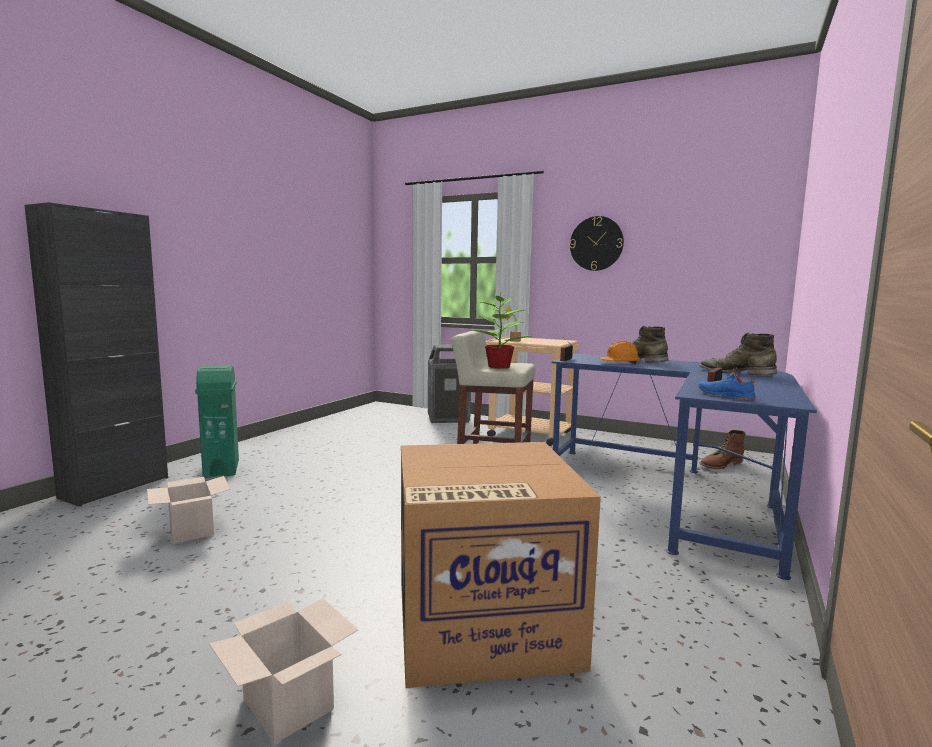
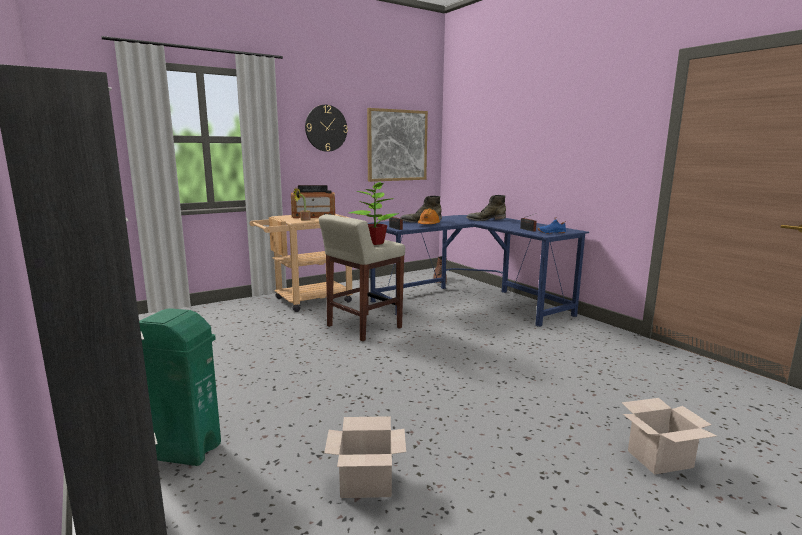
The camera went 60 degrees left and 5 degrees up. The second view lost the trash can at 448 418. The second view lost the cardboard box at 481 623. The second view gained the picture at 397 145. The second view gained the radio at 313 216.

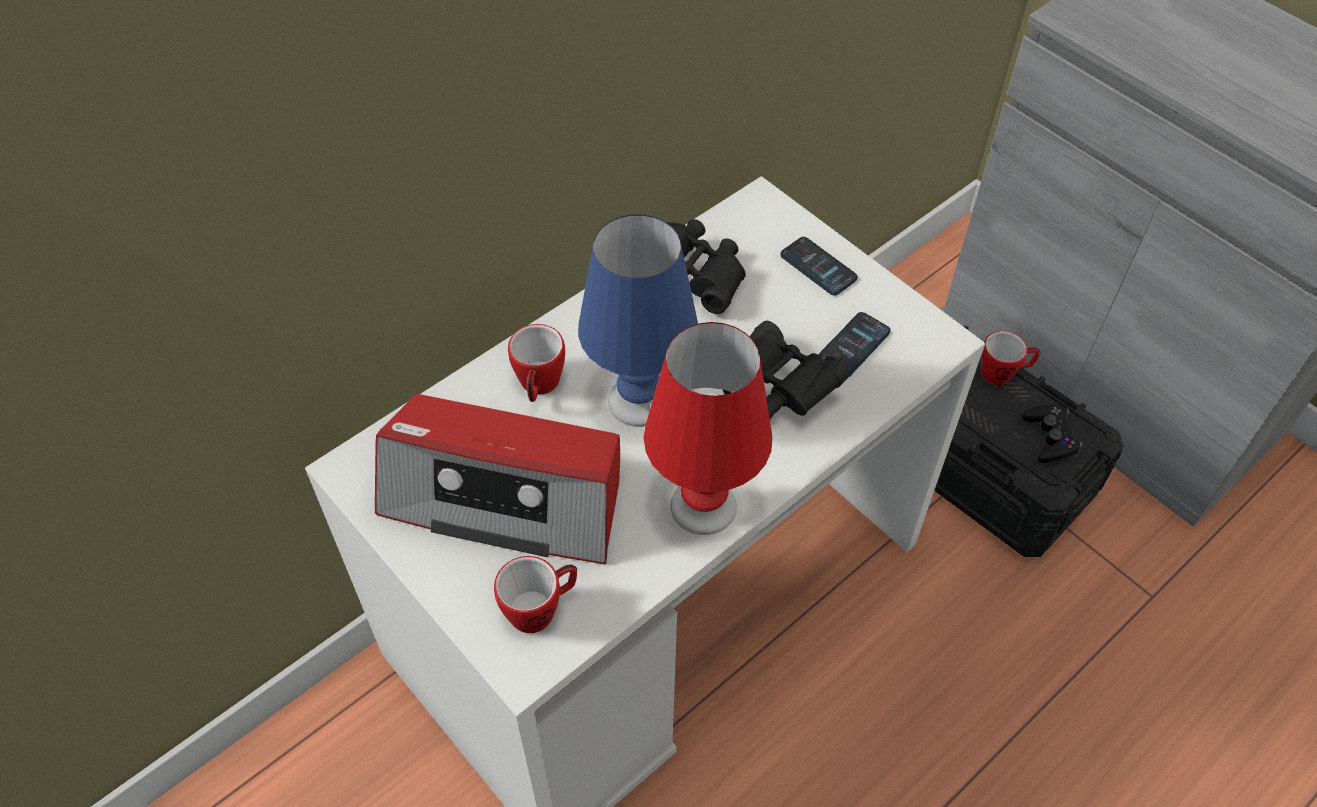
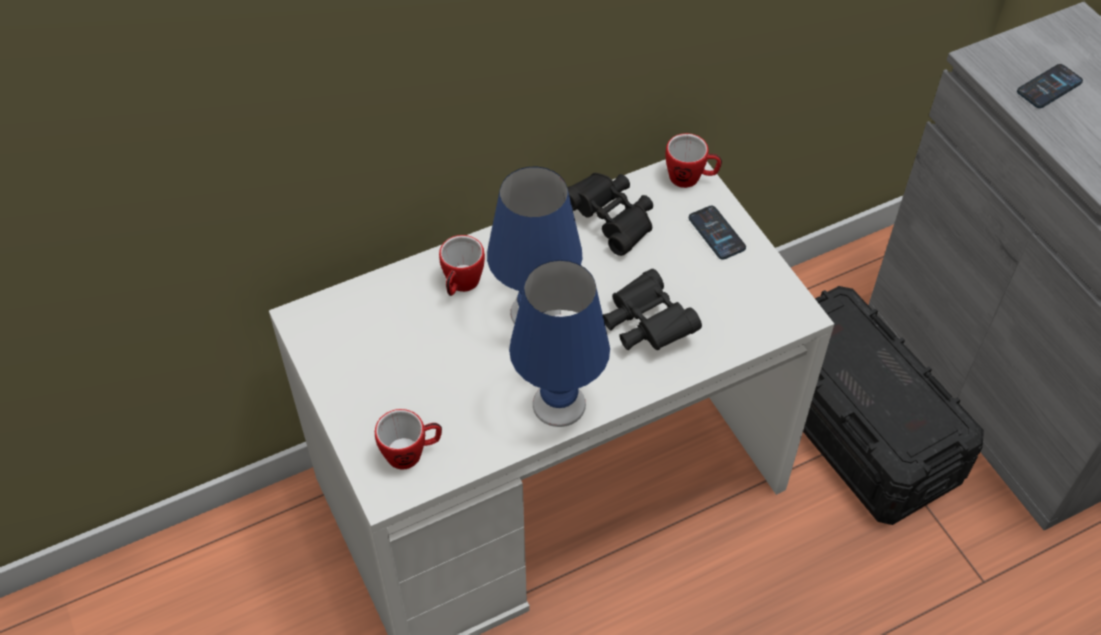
The camera went 15 degrees right and 0 degrees up. The phone ended up elsewhere, having gone from 853 346 to 1049 87. What was the table lamp/red at 703 507 turned into the table lamp/blue at 558 404. The mug ended up elsewhere, having gone from 1003 373 to 691 178. The second view lost the radio at 506 496. The second view lost the game controller/black at 1050 437.

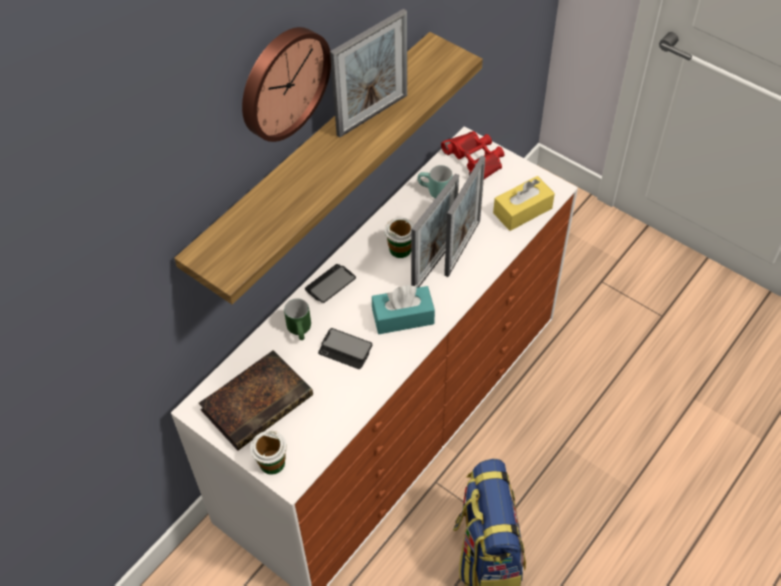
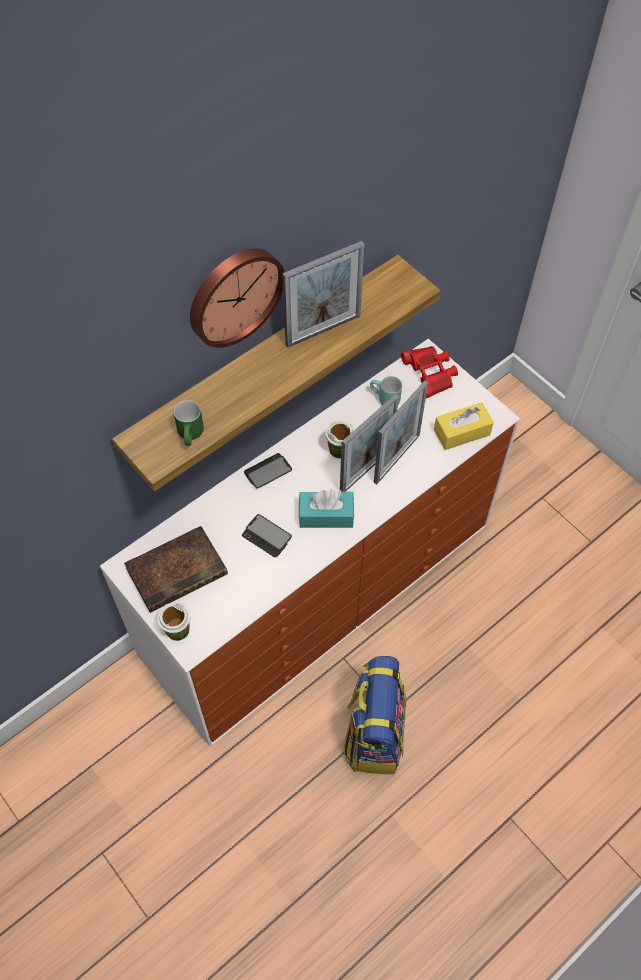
The camera went 10 degrees right and 5 degrees up. The mug/green ended up elsewhere, having gone from 301 330 to 192 436.

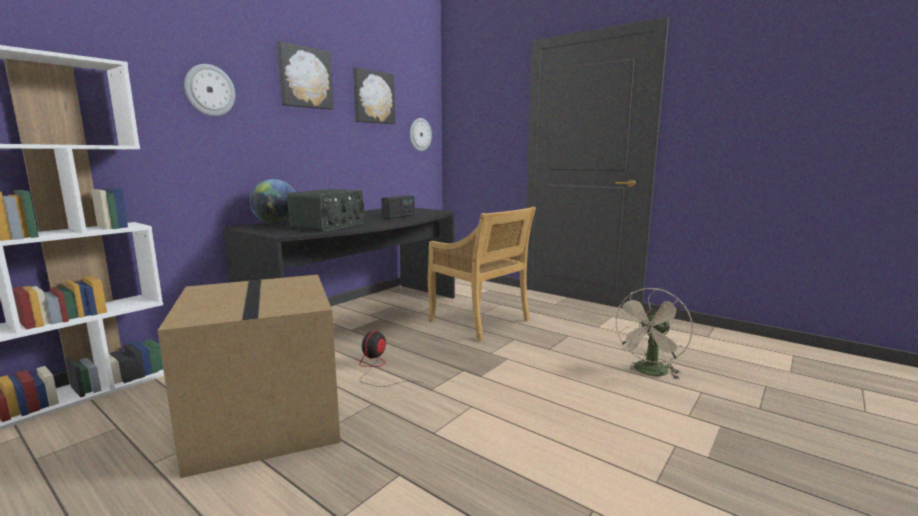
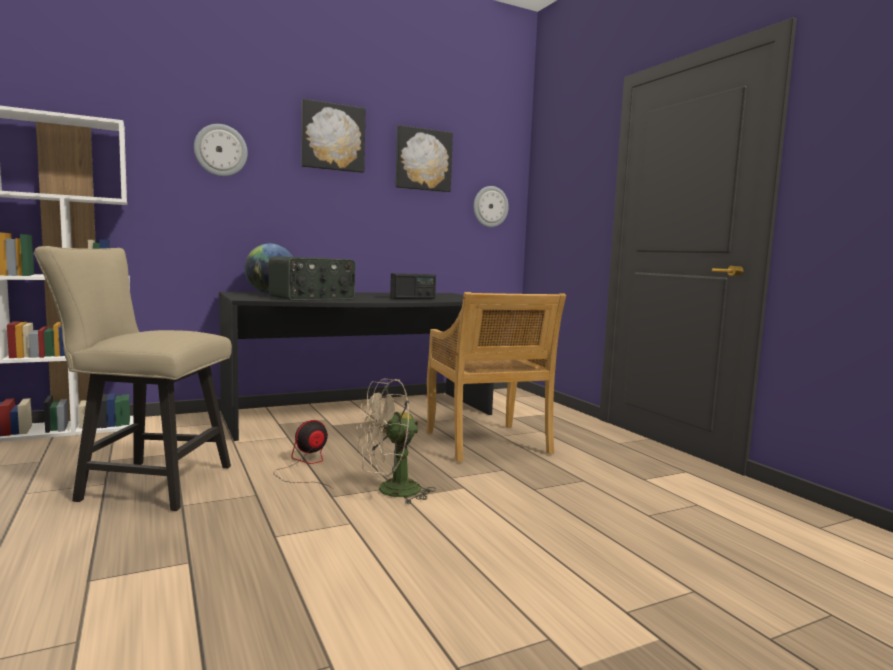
The camera went 25 degrees right and 5 degrees down. Where the cardboard box stood at 263 420, the chair/beige came to stand at 146 483. The fan/beige ended up elsewhere, having gone from 649 372 to 390 492.

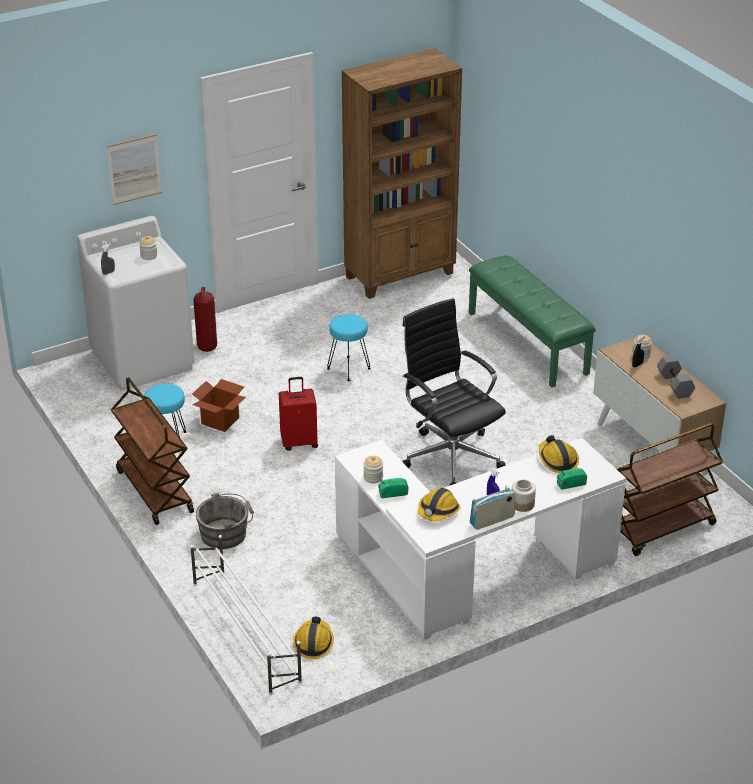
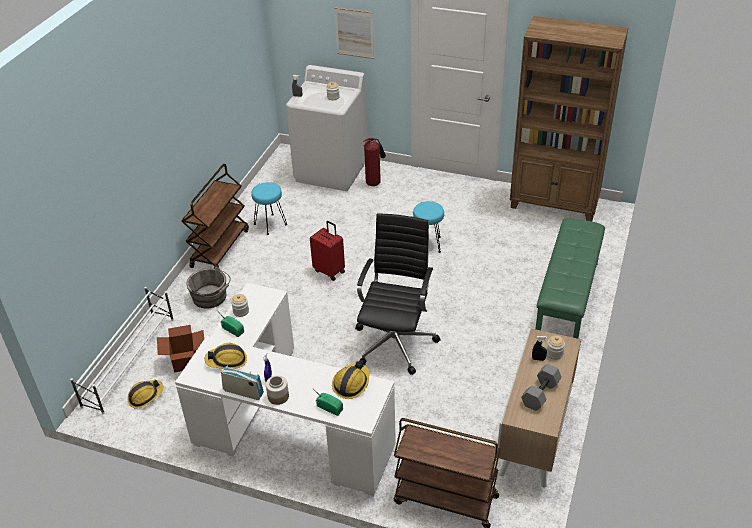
The camera went 50 degrees right and 5 degrees up. The cardboard box ended up elsewhere, having gone from 220 421 to 185 361.

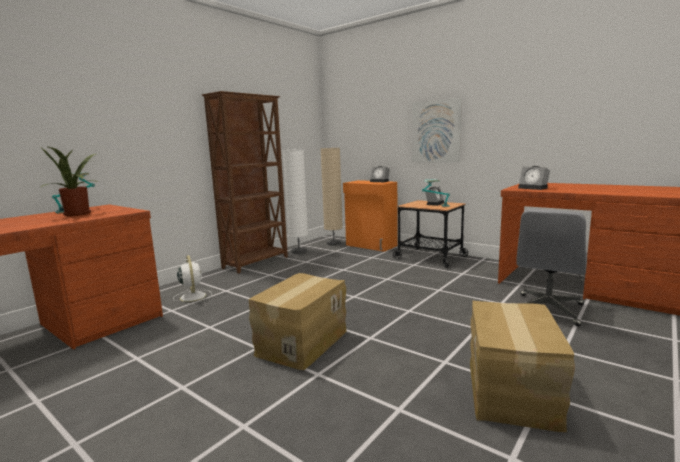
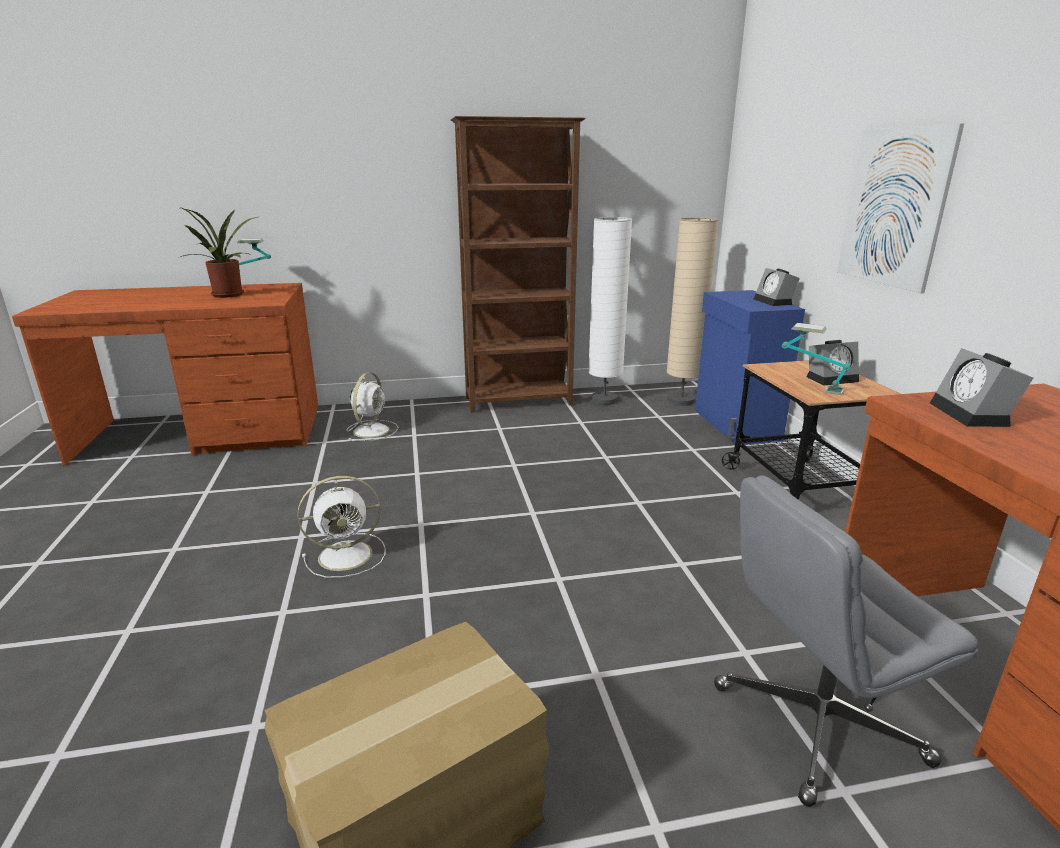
The camera went 40 degrees right and 10 degrees up. What was the cabinet/orange at 371 245 turned into the cabinet/blue at 735 425. Where the cardboard box stood at 301 342, the fan/white came to stand at 348 555.

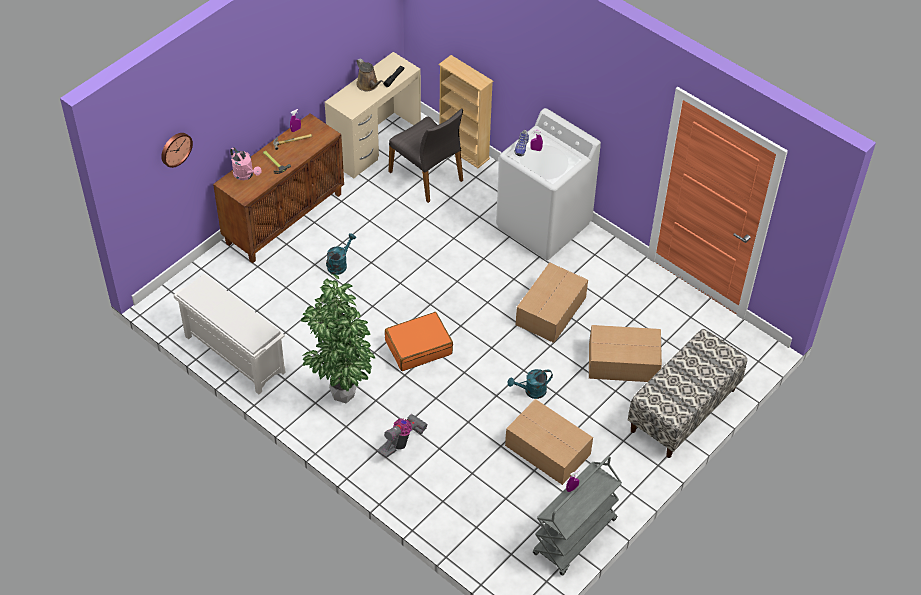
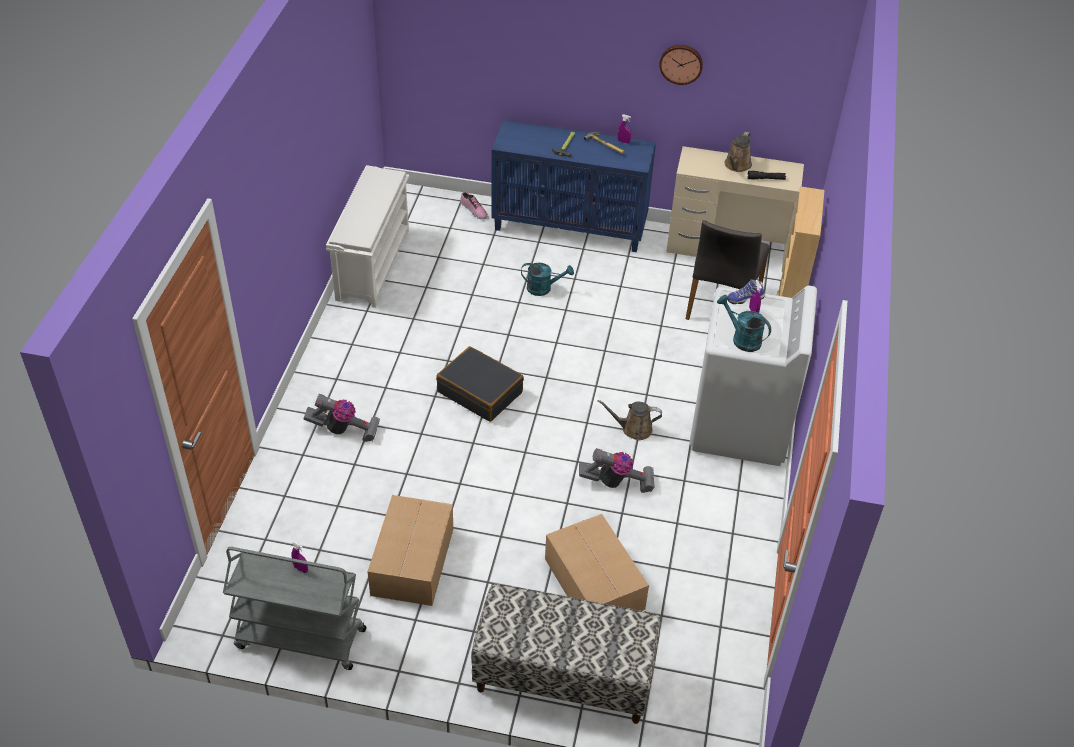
The camera went 60 degrees right and 5 degrees down. What was the cabinet/brown at 284 218 turned into the cabinet/blue at 570 227. The wall clock ended up elsewhere, having gone from 175 149 to 681 63. The second view lost the watering can/pink at 246 175. Where the cardboard box stood at 550 311, the vacuum cleaner came to stand at 617 482. The second view lost the potted plant at 340 395. What was the suitcase/orange at 418 347 turned into the suitcase/black at 480 392. The watering can/turquoise ended up elsewhere, having gone from 531 391 to 742 339. The second view gained the shoe at 473 210. The second view gained the watering can/brown at 633 429.

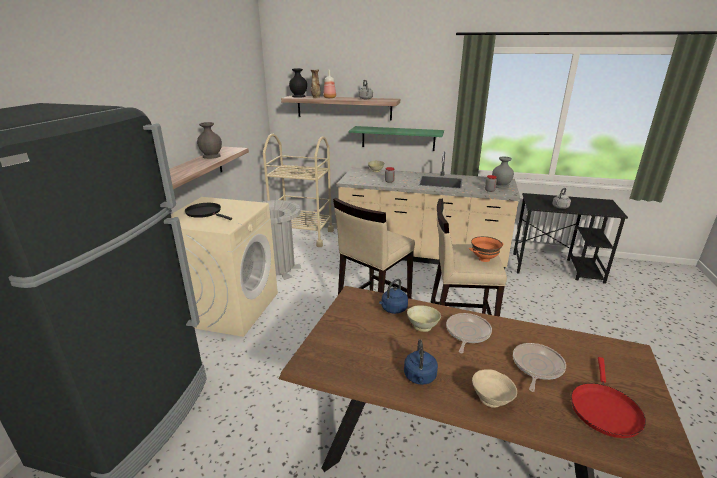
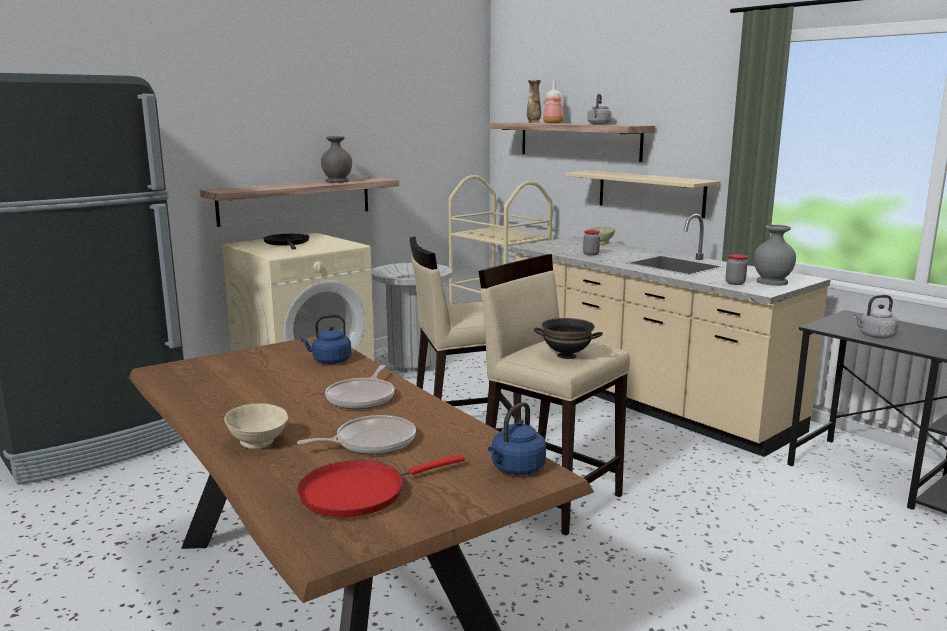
The camera went 35 degrees right and 10 degrees down. The second view lost the vase/black at 299 96. What was the shelf/green at 398 138 turned into the shelf/beige at 650 193. What was the bowl/orange at 484 259 turned into the bowl/black at 566 356. The second view lost the bowl/beige at 423 326. The frying pan at 467 333 ended up facing another way, 135 degrees clockwise from before. The kettle/blue ended up elsewhere, having gone from 420 377 to 516 469.

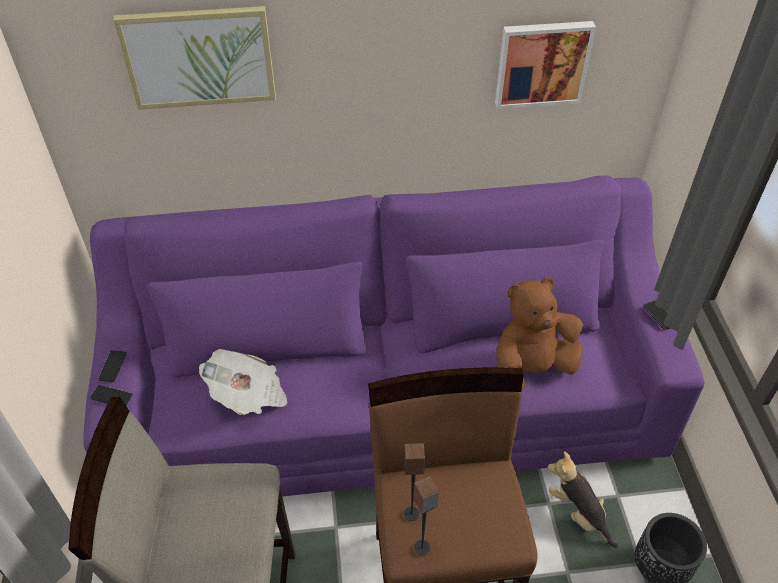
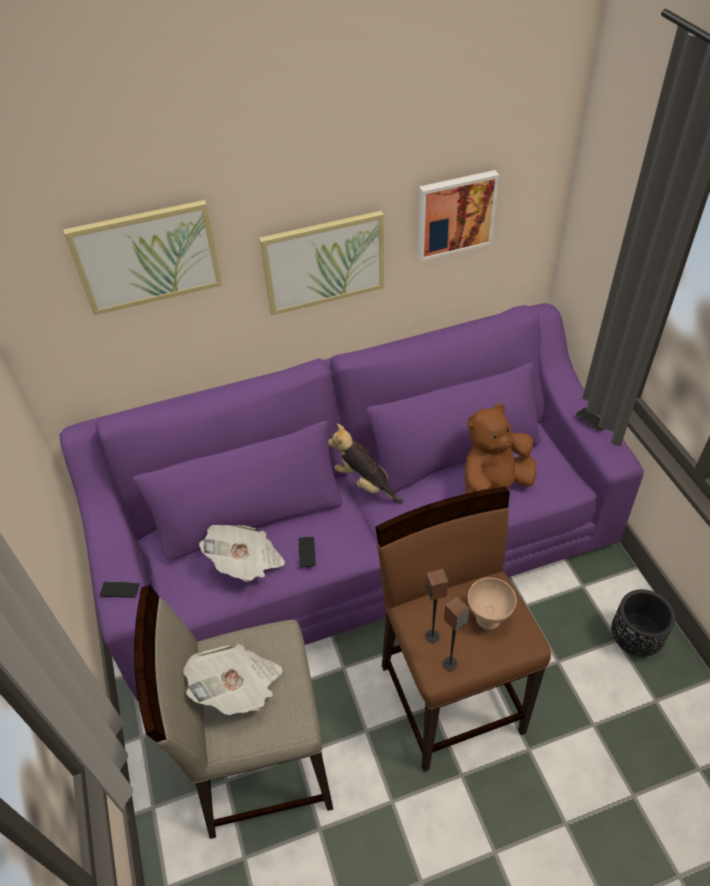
The camera went 10 degrees left and 0 degrees up. The phone ended up elsewhere, having gone from 112 366 to 306 552. The plush toy ended up elsewhere, having gone from 578 513 to 365 483. The second view gained the picture at 324 262. The second view gained the bowl/beige at 489 619. The second view gained the newspaper at 238 688.

